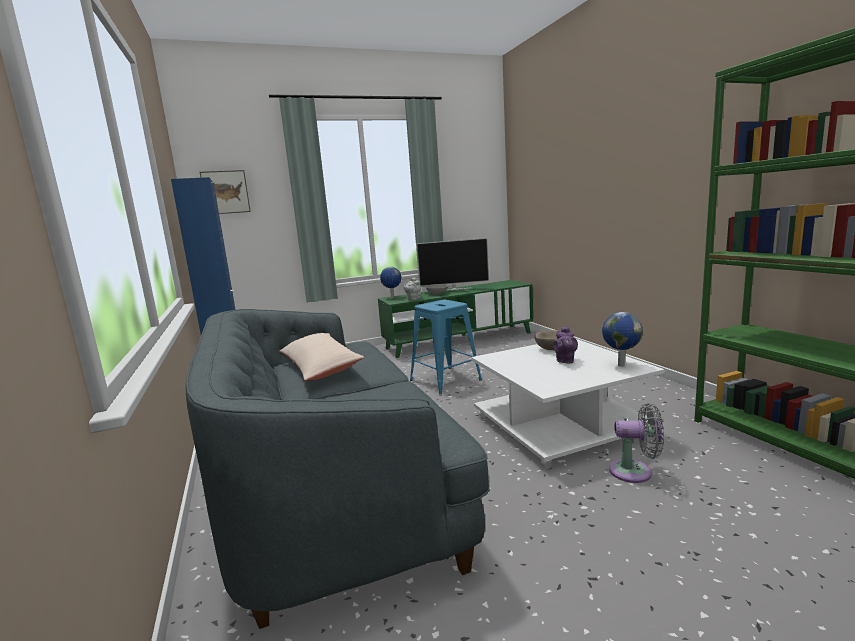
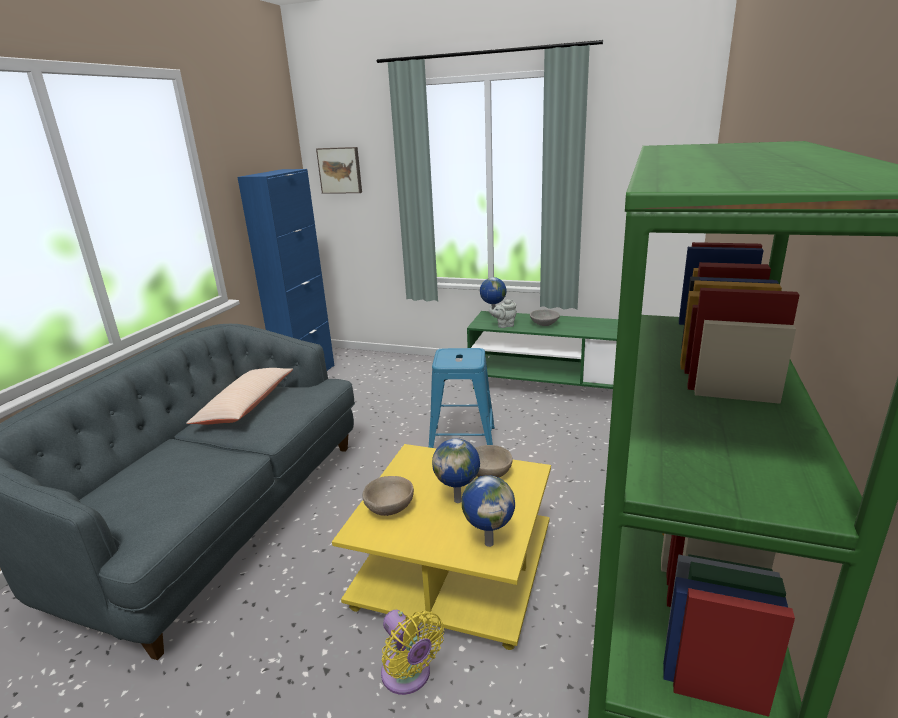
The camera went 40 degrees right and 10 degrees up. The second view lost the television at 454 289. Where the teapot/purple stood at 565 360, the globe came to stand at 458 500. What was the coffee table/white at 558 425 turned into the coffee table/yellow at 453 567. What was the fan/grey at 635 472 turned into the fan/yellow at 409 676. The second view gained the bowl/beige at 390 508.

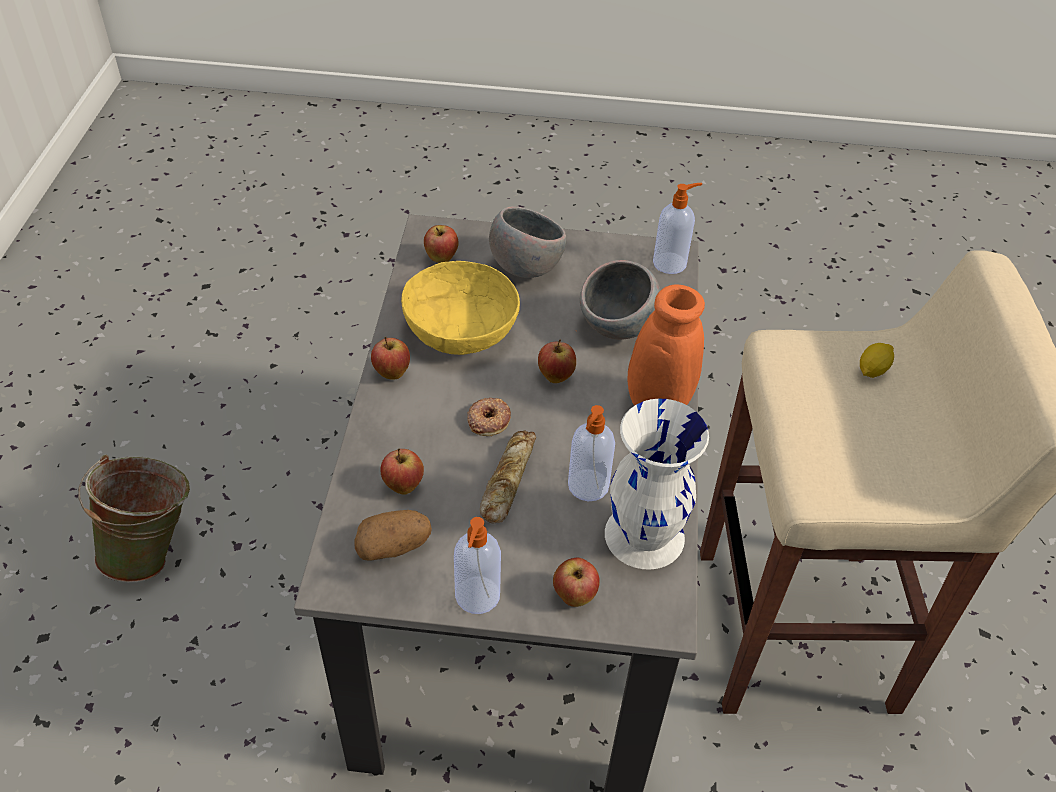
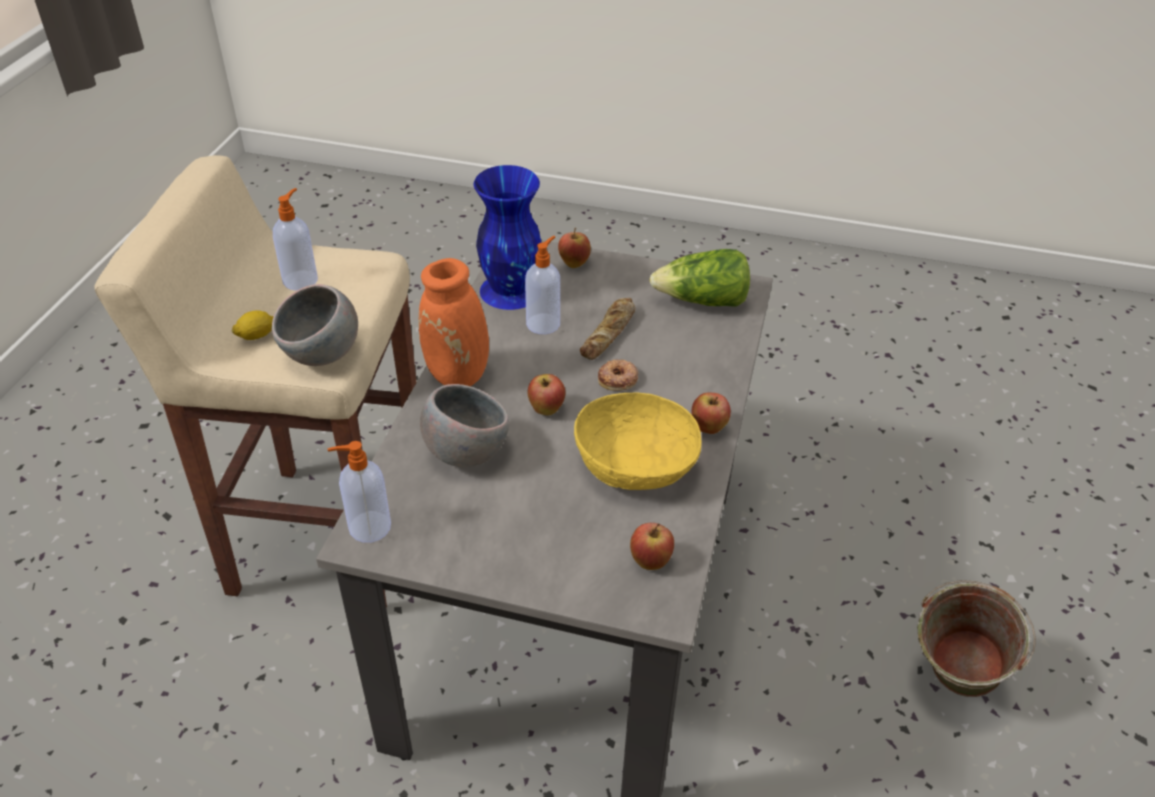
The camera went 170 degrees left and 5 degrees down. The bowl/grey ended up elsewhere, having gone from 525 268 to 323 355. What was the vase/white at 645 536 turned into the vase/blue at 510 289. The second view lost the apple at 403 486. Where the potato stood at 394 546, the lettuce came to stand at 702 301. The soap dispenser ended up elsewhere, having gone from 477 597 to 301 280.

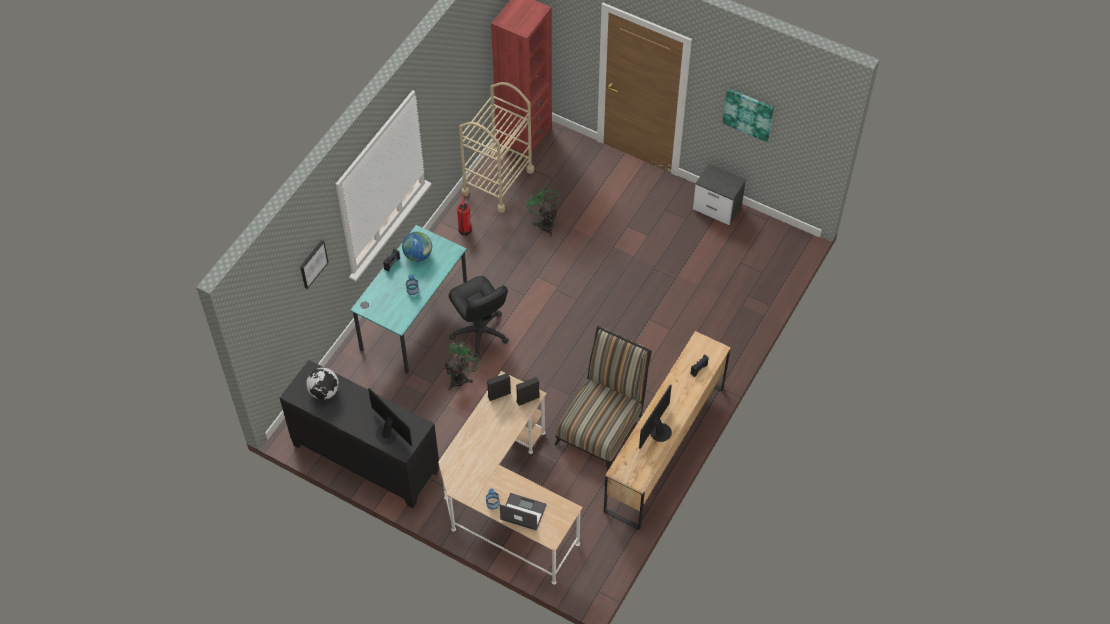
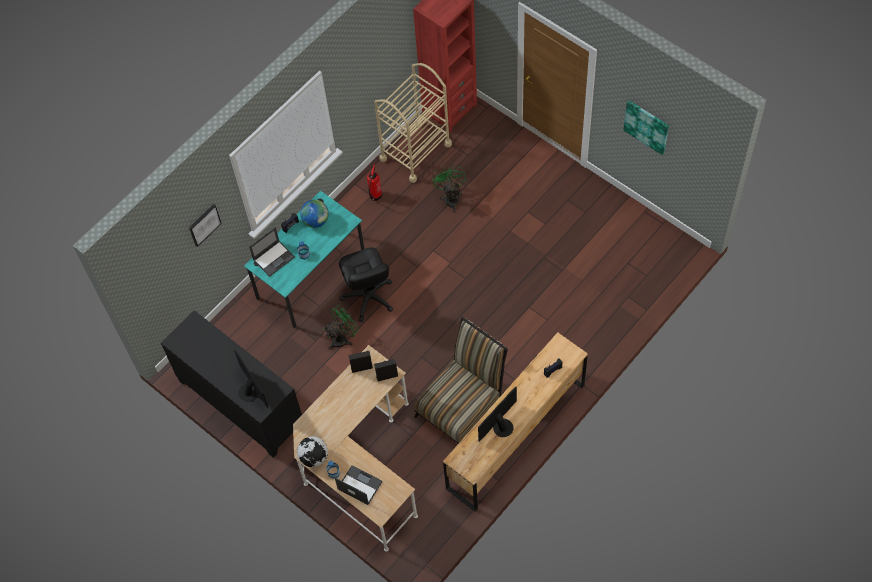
The camera went 15 degrees right and 5 degrees up. The second view lost the nightstand at 717 208. The globe ended up elsewhere, having gone from 324 392 to 314 457. The second view gained the laptop at 274 258.

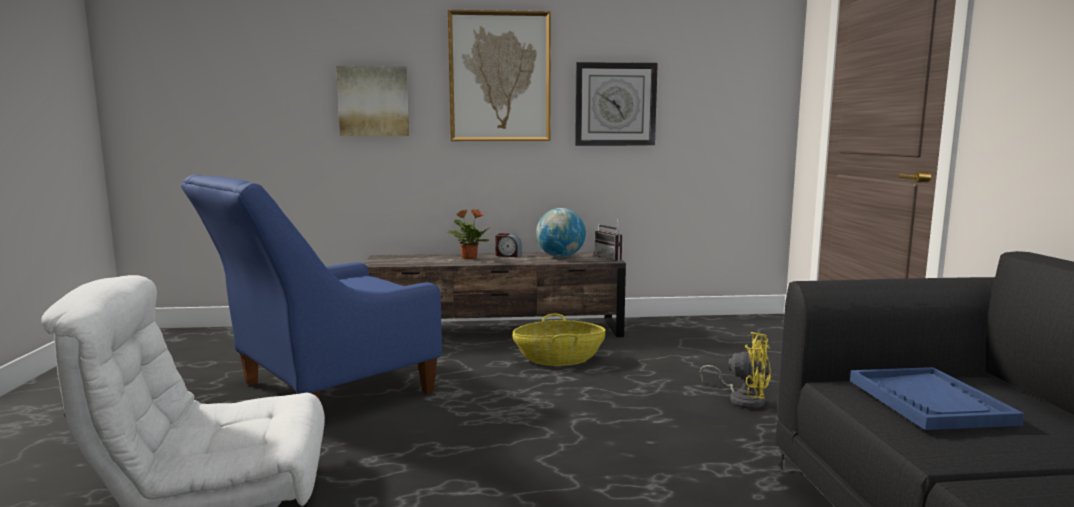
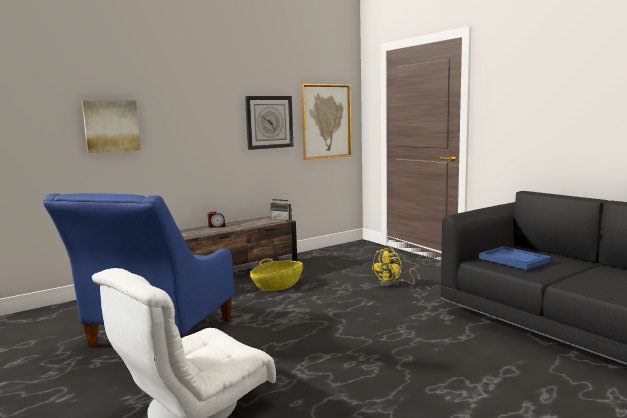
The camera went 30 degrees left and 0 degrees up. The picture ended up elsewhere, having gone from 500 77 to 326 121. The second view lost the globe at 560 257. The second view lost the potted plant at 469 258. The fan/yellow at 742 399 ended up facing another way, 135 degrees clockwise from before.

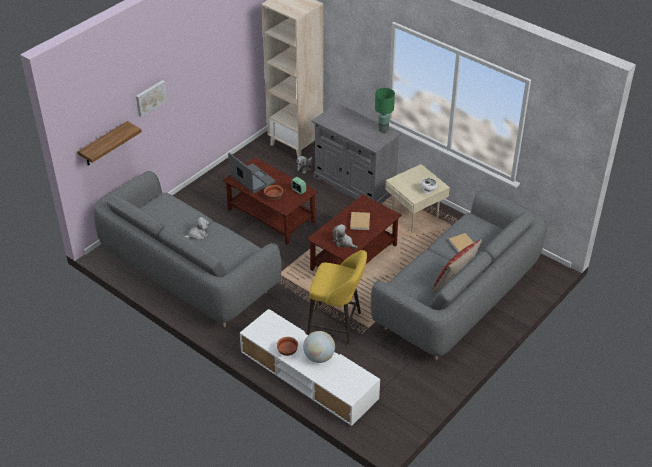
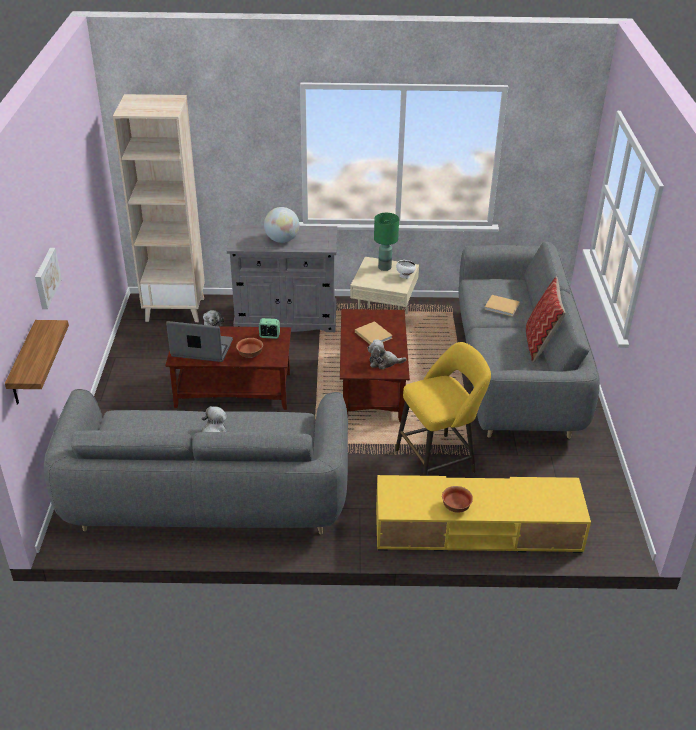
The camera went 40 degrees left and 5 degrees down. The table lamp/green ended up elsewhere, having gone from 383 129 to 384 267. What was the tv stand/white at 308 376 turned into the tv stand/yellow at 477 529. The globe ended up elsewhere, having gone from 319 357 to 282 240.

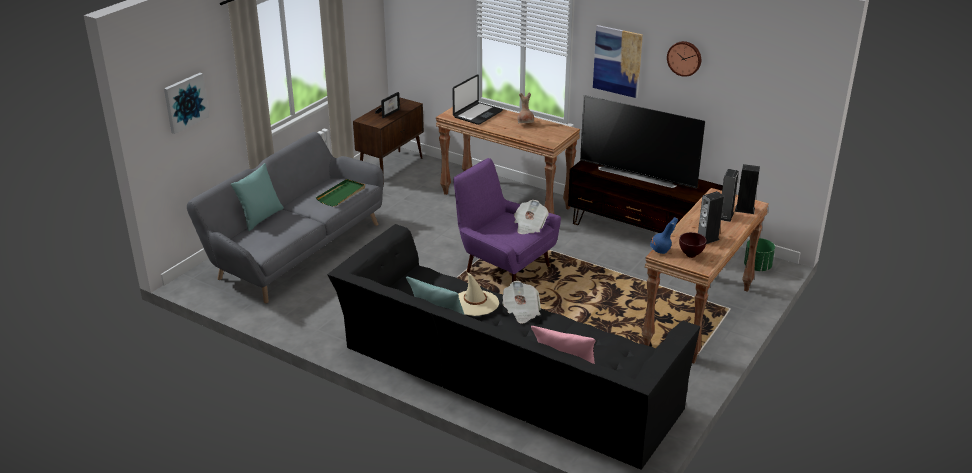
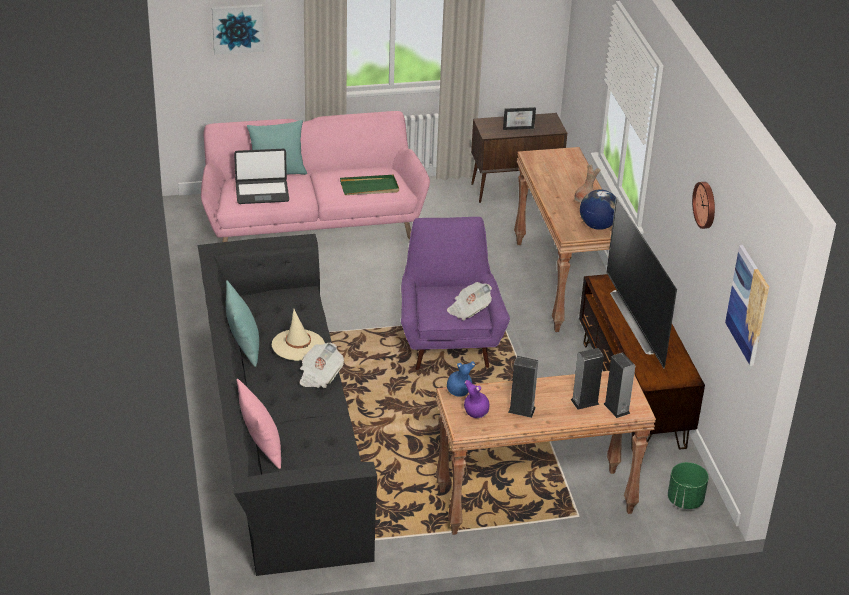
The camera went 45 degrees right and 5 degrees up. The picture ended up elsewhere, having gone from 617 61 to 748 305. The laptop ended up elsewhere, having gone from 477 114 to 262 192. What was the sofa/grey at 295 250 turned into the sofa/pink at 311 222. Where the bowl/brown stood at 690 255, the vase/purple came to stand at 475 413. The second view gained the globe at 597 226.

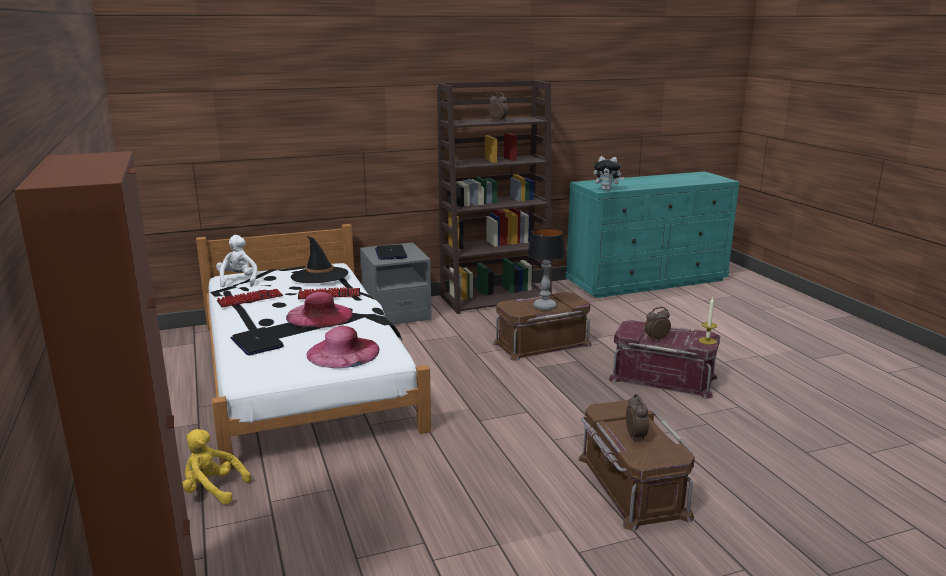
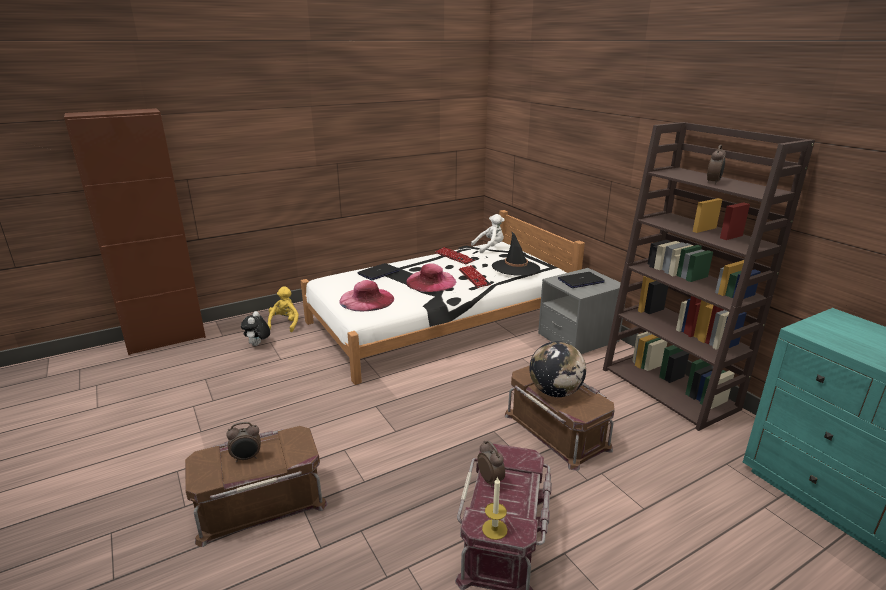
The camera went 80 degrees right and 5 degrees up. The plush toy ended up elsewhere, having gone from 607 190 to 258 345. Where the table lamp stood at 545 307, the globe came to stand at 555 392.

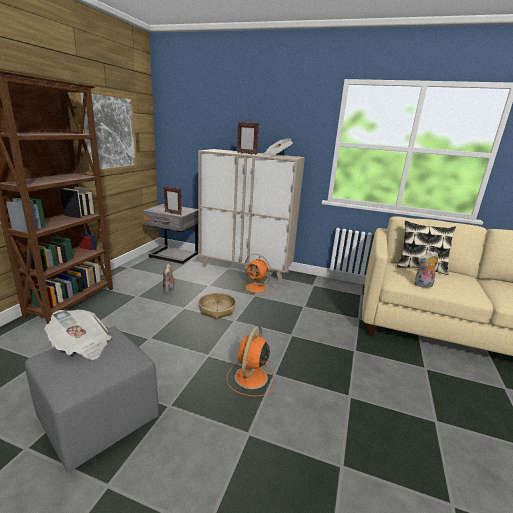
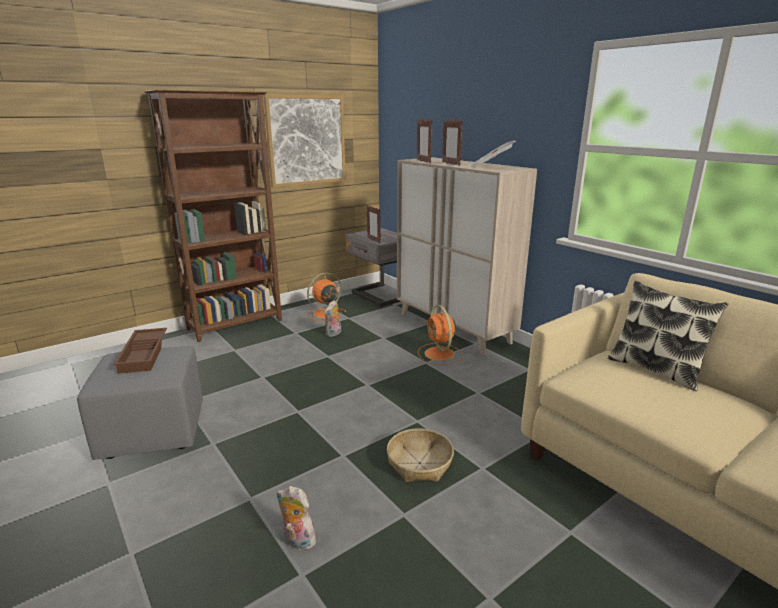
The camera went 35 degrees right and 0 degrees up. The plush toy ended up elsewhere, having gone from 423 285 to 297 541. The basket ended up elsewhere, having gone from 217 310 to 420 463. Where the newspaper stood at 81 346, the tray/brown came to stand at 145 354. The fan/orange ended up elsewhere, having gone from 250 378 to 324 314. The second view gained the picture frame at 423 161.

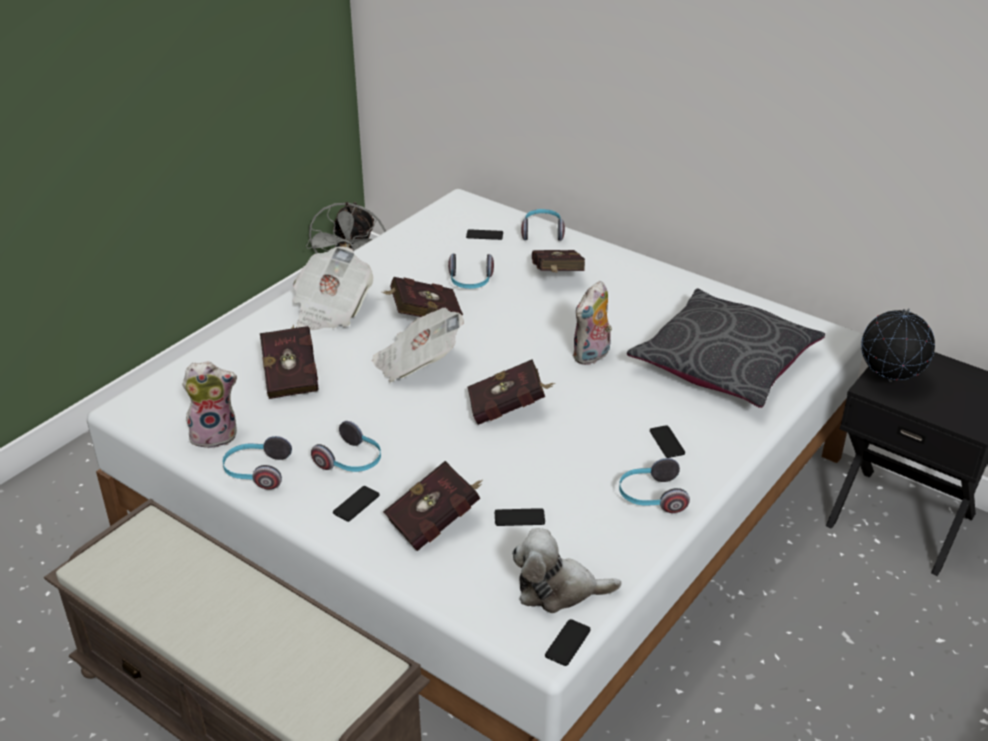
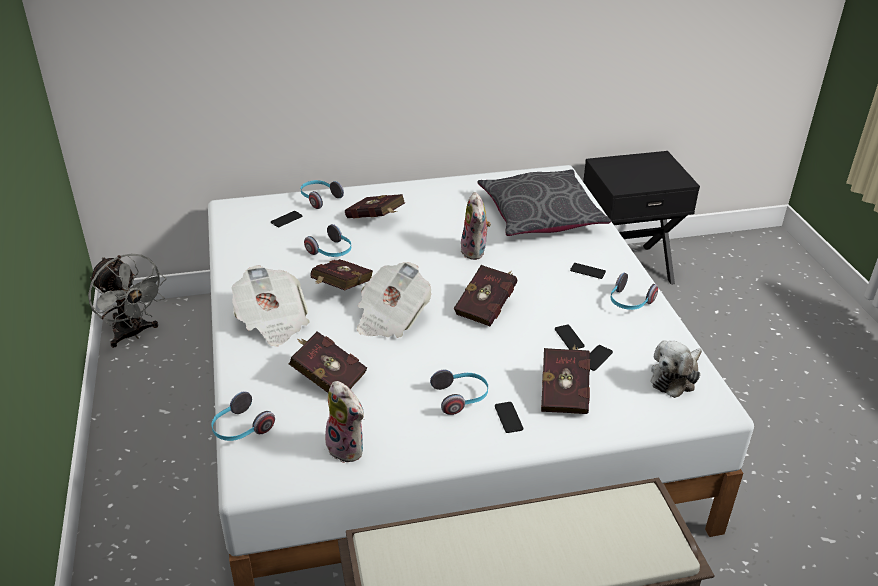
The camera went 50 degrees left and 0 degrees up. The second view lost the globe at 888 381. The plush toy at 215 435 ended up facing another way, 105 degrees clockwise from before. The headphones ended up elsewhere, having gone from 256 472 to 240 429. The phone ended up elsewhere, having gone from 568 643 to 569 338.

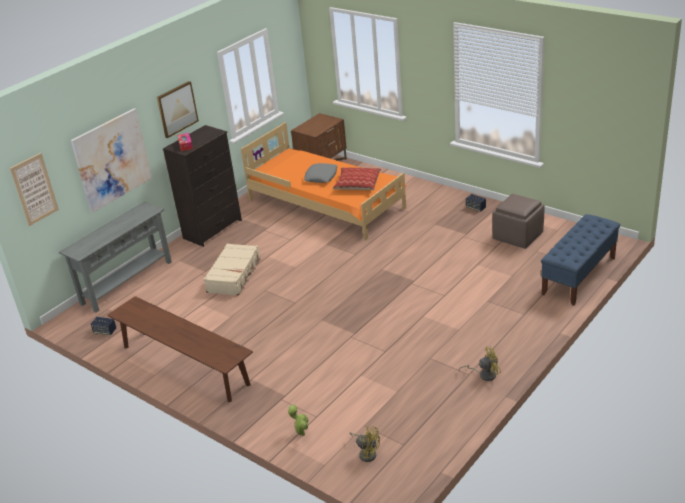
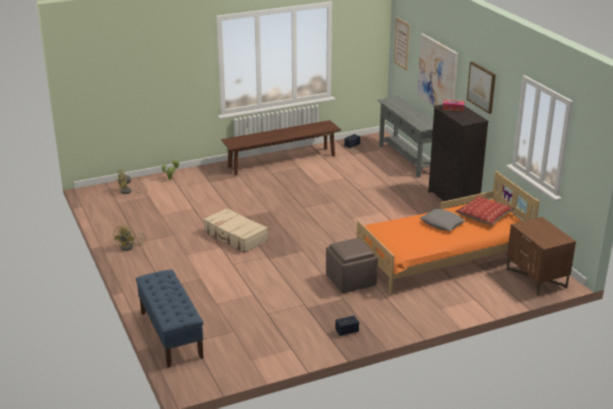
The camera went 115 degrees right and 5 degrees down. The pillow ended up elsewhere, having gone from 357 184 to 484 216. The ottoman/brown ended up elsewhere, having gone from 517 236 to 351 281. The suitcase/beige ended up elsewhere, having gone from 234 275 to 235 237.

